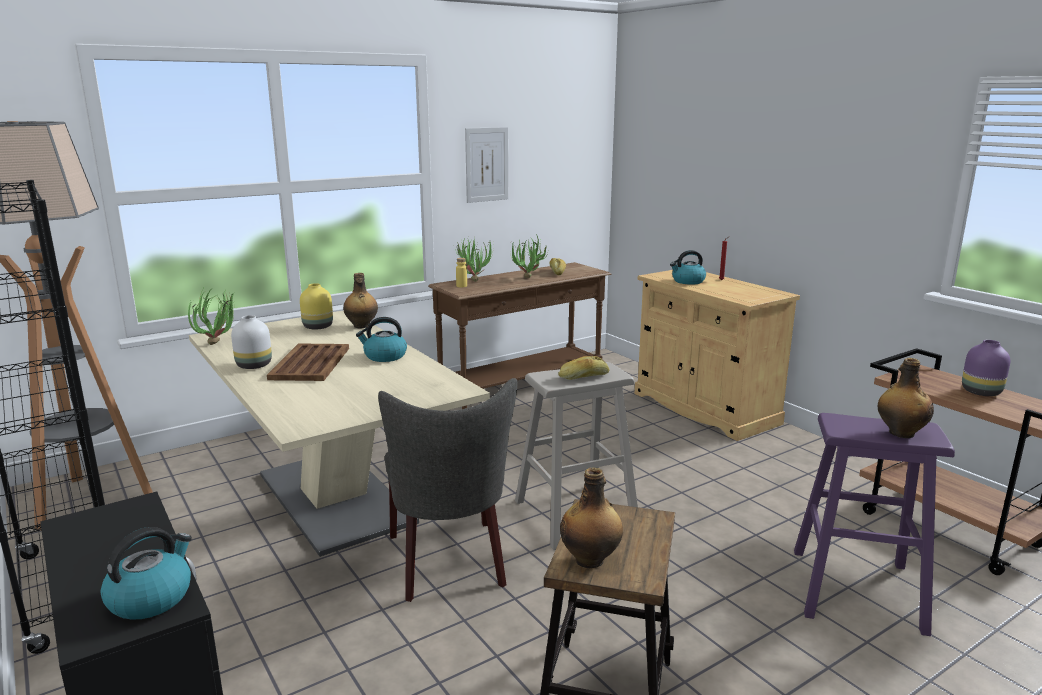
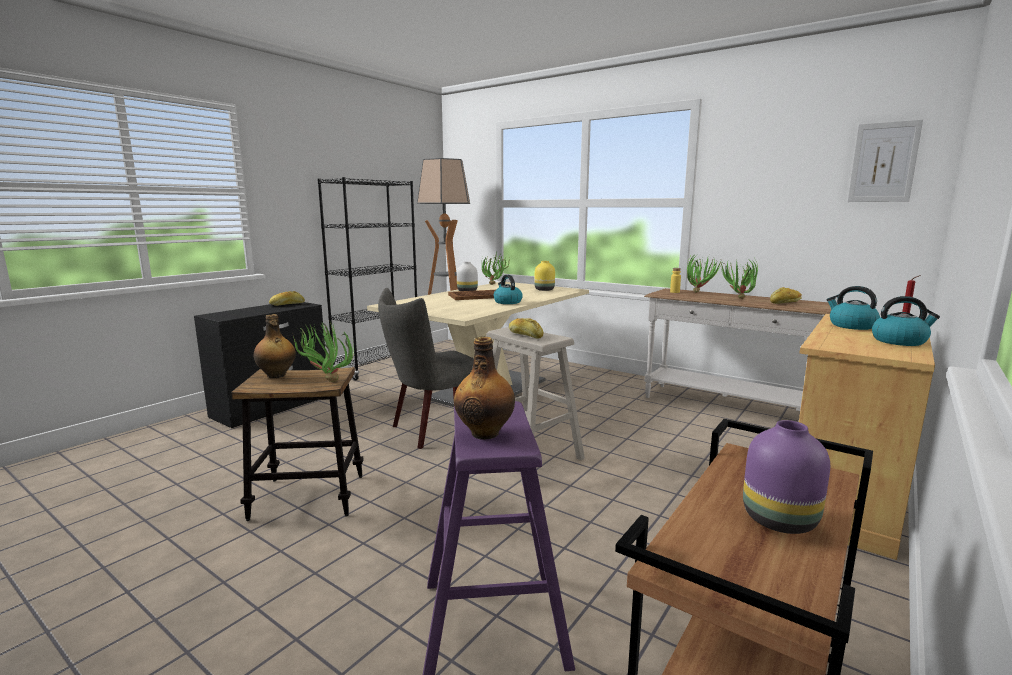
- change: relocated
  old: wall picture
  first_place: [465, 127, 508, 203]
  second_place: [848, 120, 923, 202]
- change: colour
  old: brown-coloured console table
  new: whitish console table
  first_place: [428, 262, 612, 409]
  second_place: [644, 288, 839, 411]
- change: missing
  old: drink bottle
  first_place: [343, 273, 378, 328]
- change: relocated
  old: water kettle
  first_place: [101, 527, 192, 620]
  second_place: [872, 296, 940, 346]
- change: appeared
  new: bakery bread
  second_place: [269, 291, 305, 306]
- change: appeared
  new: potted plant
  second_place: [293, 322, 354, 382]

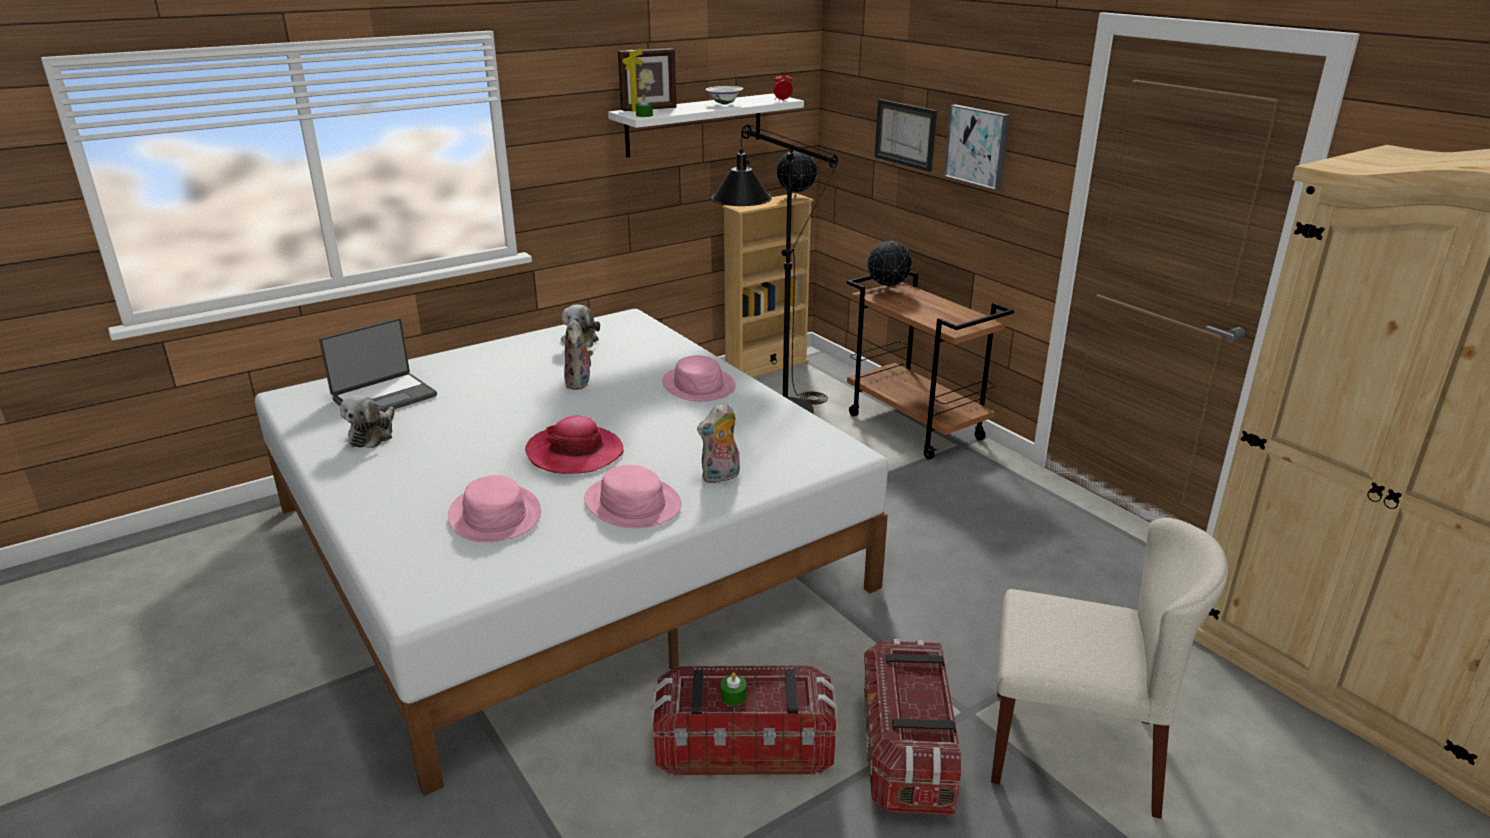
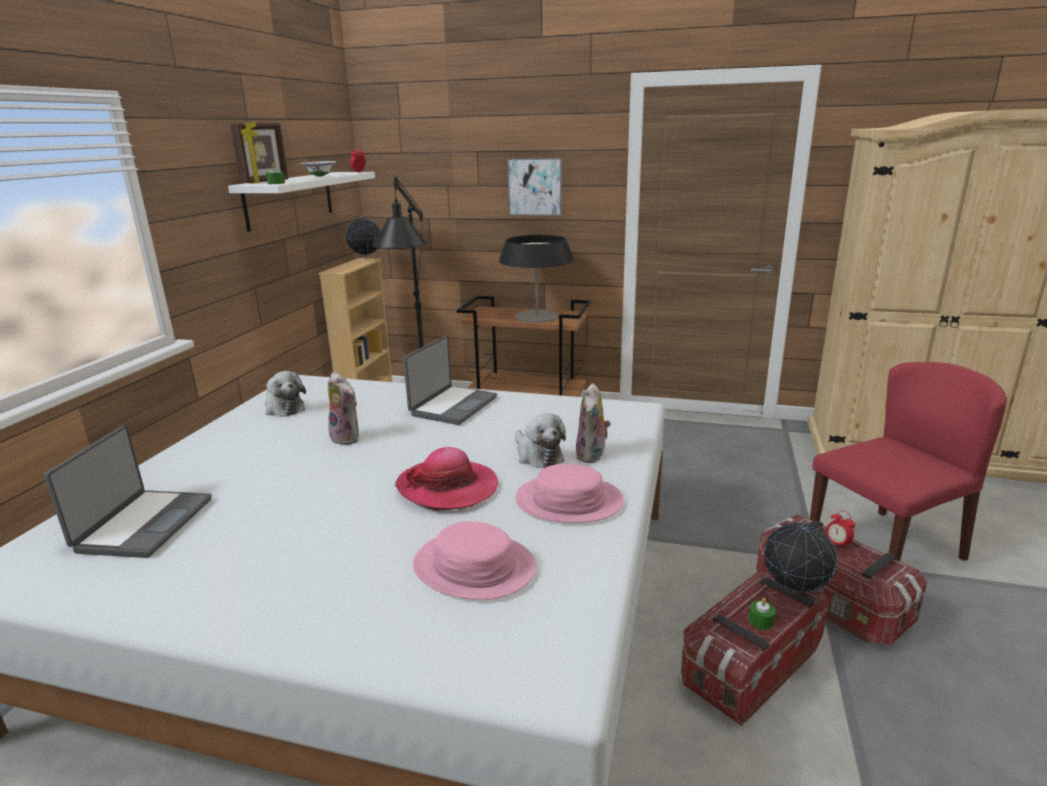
- change: missing
  old: wall picture
  first_place: [875, 99, 937, 172]
- change: relocated
  old: world globe
  first_place: [867, 236, 912, 291]
  second_place: [764, 520, 837, 594]
- change: exchanged
  old: pink wearable hat
  new: laptop
  first_place: [662, 355, 736, 401]
  second_place: [403, 336, 497, 425]
- change: relocated
  old: plush toy
  first_place: [340, 395, 395, 448]
  second_place: [515, 413, 566, 468]
- change: colour
  old: beige-coloured chair
  new: reddish chair
  first_place: [991, 518, 1228, 819]
  second_place: [810, 362, 1007, 561]
- change: appeared
  new: table lamp
  second_place: [499, 235, 573, 322]
- change: appeared
  new: alarm clock
  second_place: [826, 510, 855, 551]

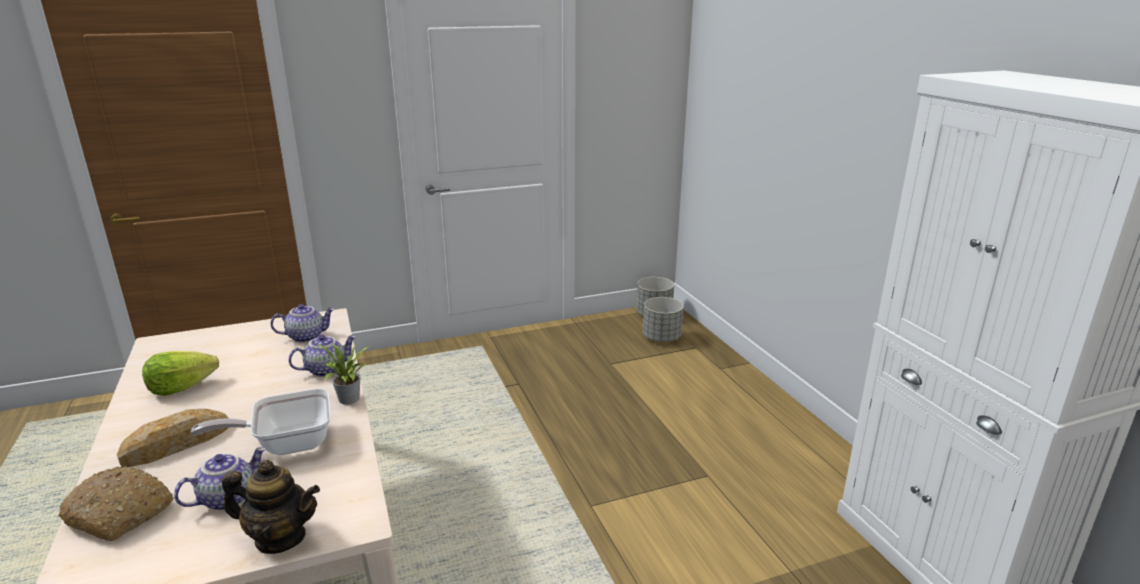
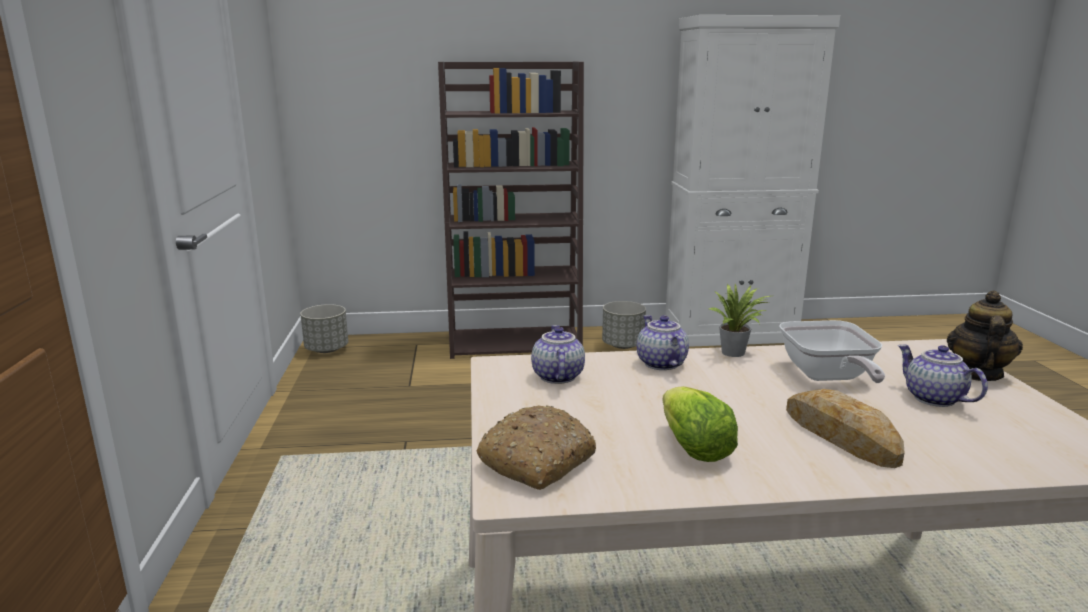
- change: relocated
  old: grey flower pot
  first_place: [643, 297, 684, 342]
  second_place: [602, 301, 646, 349]
- change: relocated
  old: bakery bread
  first_place: [59, 466, 174, 541]
  second_place: [476, 405, 596, 490]
- change: appeared
  new: brown-coloured bookcase
  second_place: [438, 62, 584, 359]

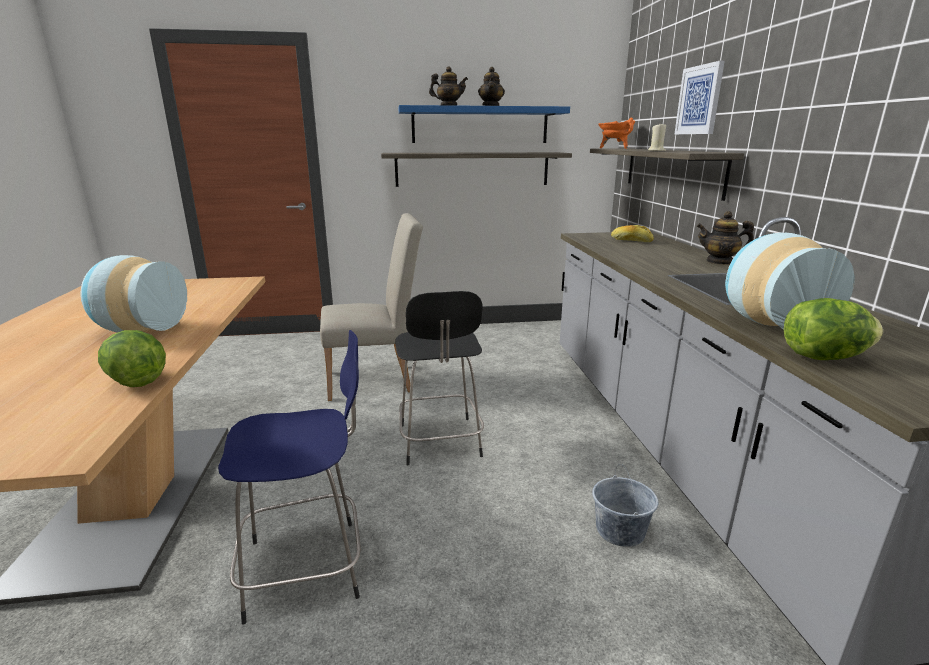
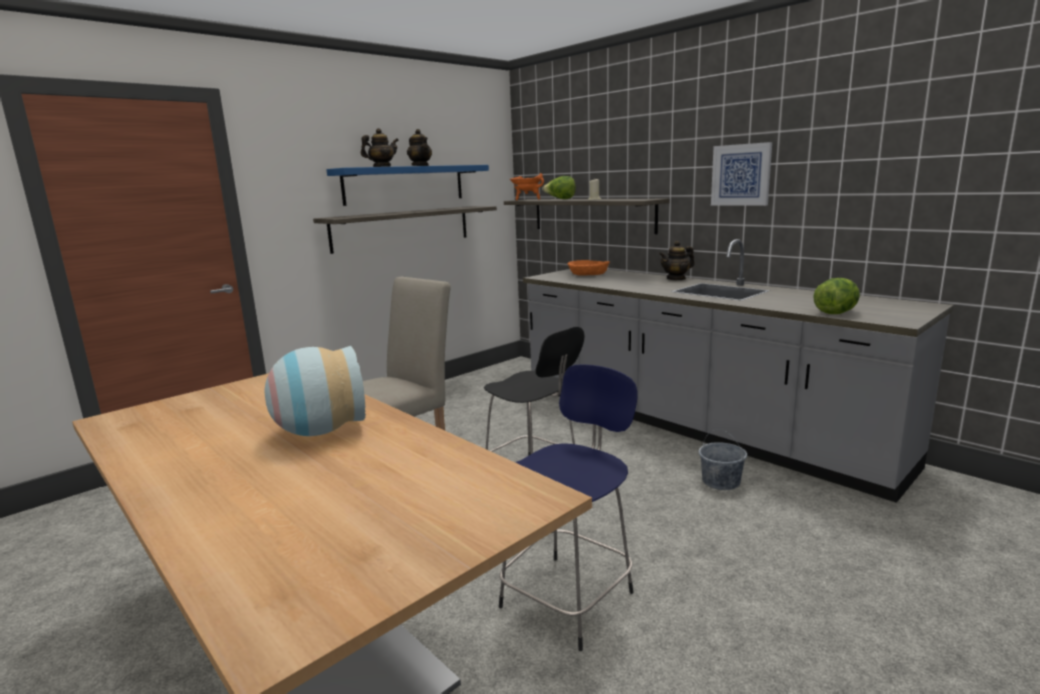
- change: relocated
  old: wall picture
  first_place: [675, 61, 725, 134]
  second_place: [711, 142, 772, 206]
- change: exchanged
  old: bakery bread
  new: orange serving bowl
  first_place: [611, 225, 654, 242]
  second_place: [568, 260, 610, 276]
- change: missing
  old: flower vase
  first_place: [725, 233, 855, 330]
- change: relocated
  old: lettuce
  first_place: [98, 330, 166, 387]
  second_place: [542, 176, 576, 199]

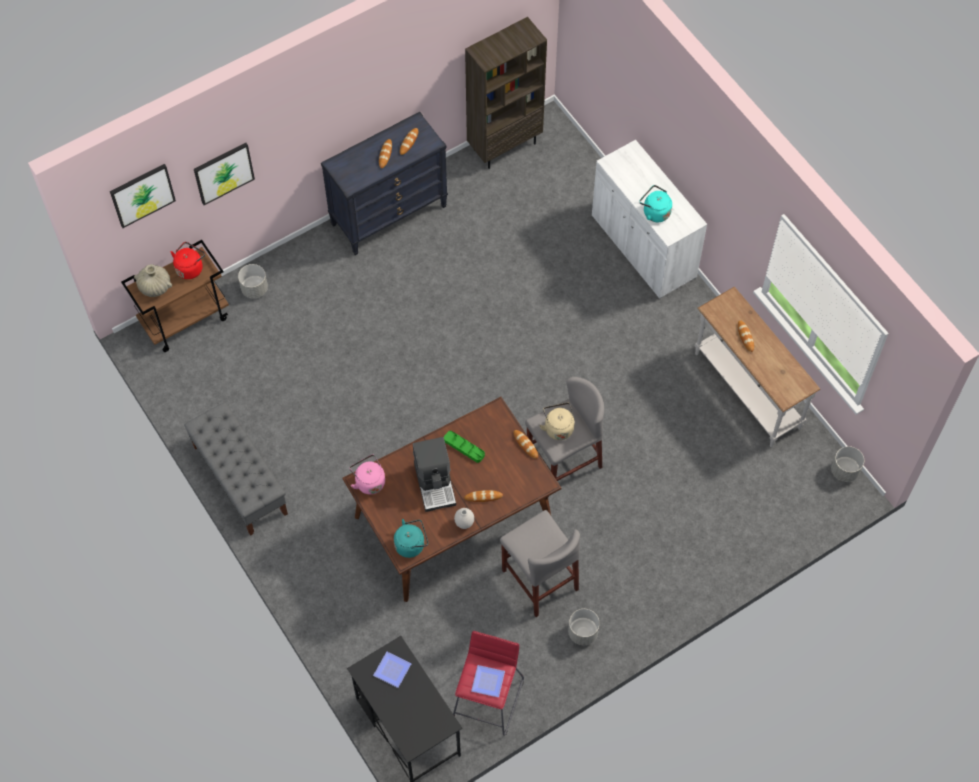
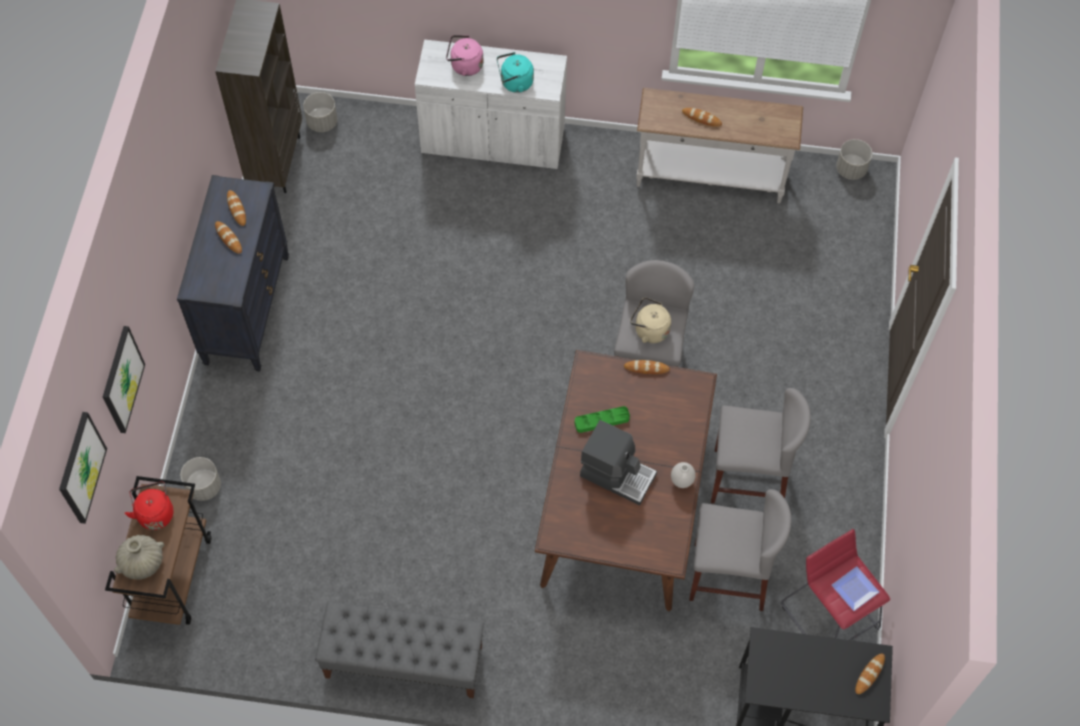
- change: relocated
  old: pink water kettle
  first_place: [350, 455, 385, 495]
  second_place: [446, 35, 483, 76]
- change: relocated
  old: bakery bread
  first_place: [464, 490, 503, 502]
  second_place: [855, 654, 885, 694]
- change: missing
  old: blue-green water kettle
  first_place: [394, 519, 428, 558]
- change: relocated
  old: grey flower pot
  first_place: [568, 609, 600, 645]
  second_place: [303, 92, 337, 132]
- change: missing
  old: flat dish
  first_place: [373, 652, 411, 688]
- change: appeared
  new: grey stool seat
  second_place: [689, 489, 792, 611]

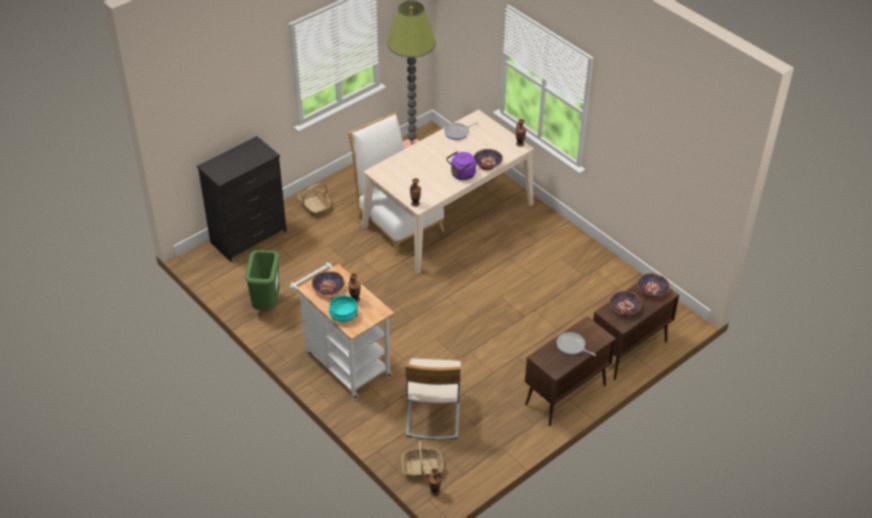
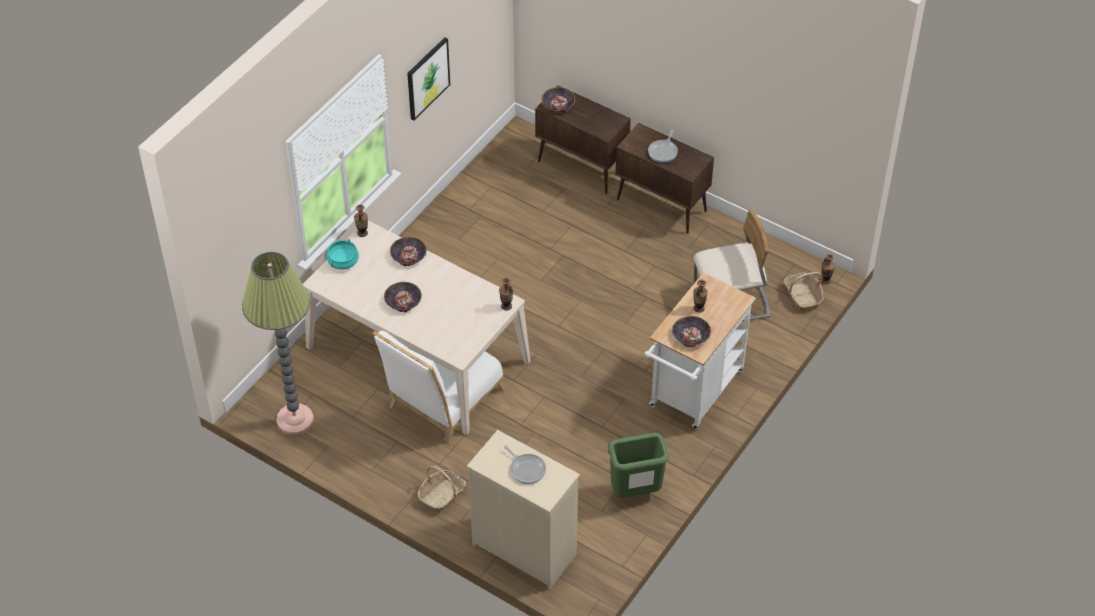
- change: relocated
  old: frying pan
  first_place: [444, 123, 479, 140]
  second_place: [504, 445, 546, 484]
- change: colour
  old: black chest of drawers
  new: beige-coloured chest of drawers
  first_place: [197, 136, 287, 262]
  second_place: [467, 430, 580, 590]
- change: missing
  old: purple water kettle
  first_place: [446, 151, 476, 180]
- change: relocated
  old: serving bowl
  first_place: [609, 291, 642, 317]
  second_place: [384, 282, 422, 312]
- change: relocated
  old: blue-green stockpot
  first_place: [329, 296, 358, 322]
  second_place: [327, 239, 359, 270]
- change: appeared
  new: wall picture
  second_place: [407, 38, 450, 120]

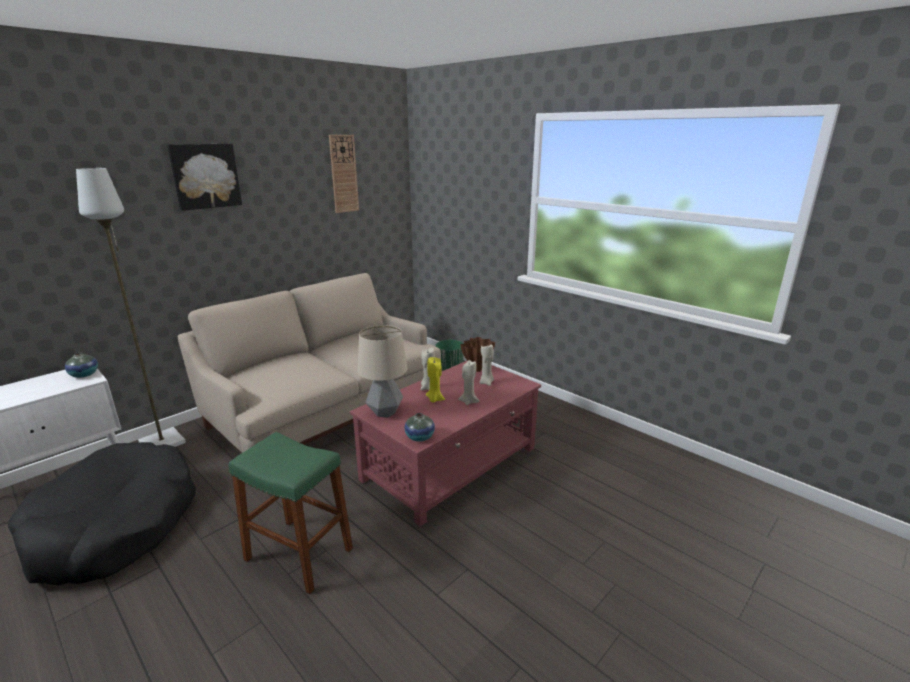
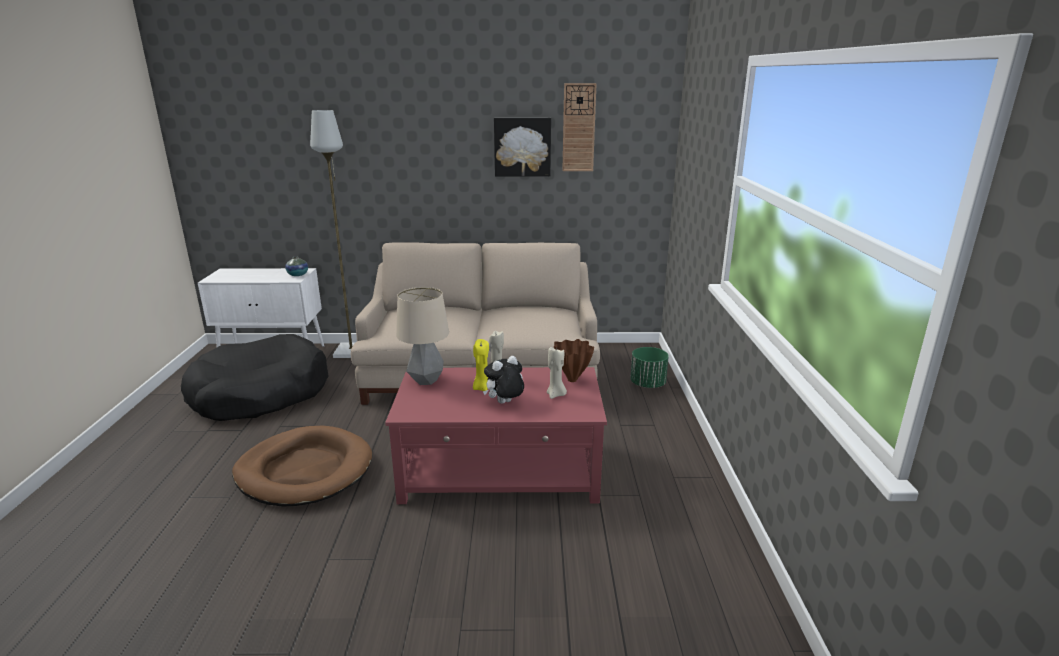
- change: relocated
  old: wall picture
  first_place: [167, 144, 242, 211]
  second_place: [494, 118, 551, 176]
- change: exchanged
  old: beige-coloured candle
  new: plush toy
  first_place: [458, 360, 480, 405]
  second_place: [483, 356, 524, 404]
- change: missing
  old: flower vase
  first_place: [405, 413, 435, 442]
- change: exchanged
  old: green stool seat
  new: brown-coloured pet bed
  first_place: [229, 432, 353, 594]
  second_place: [232, 426, 372, 507]

